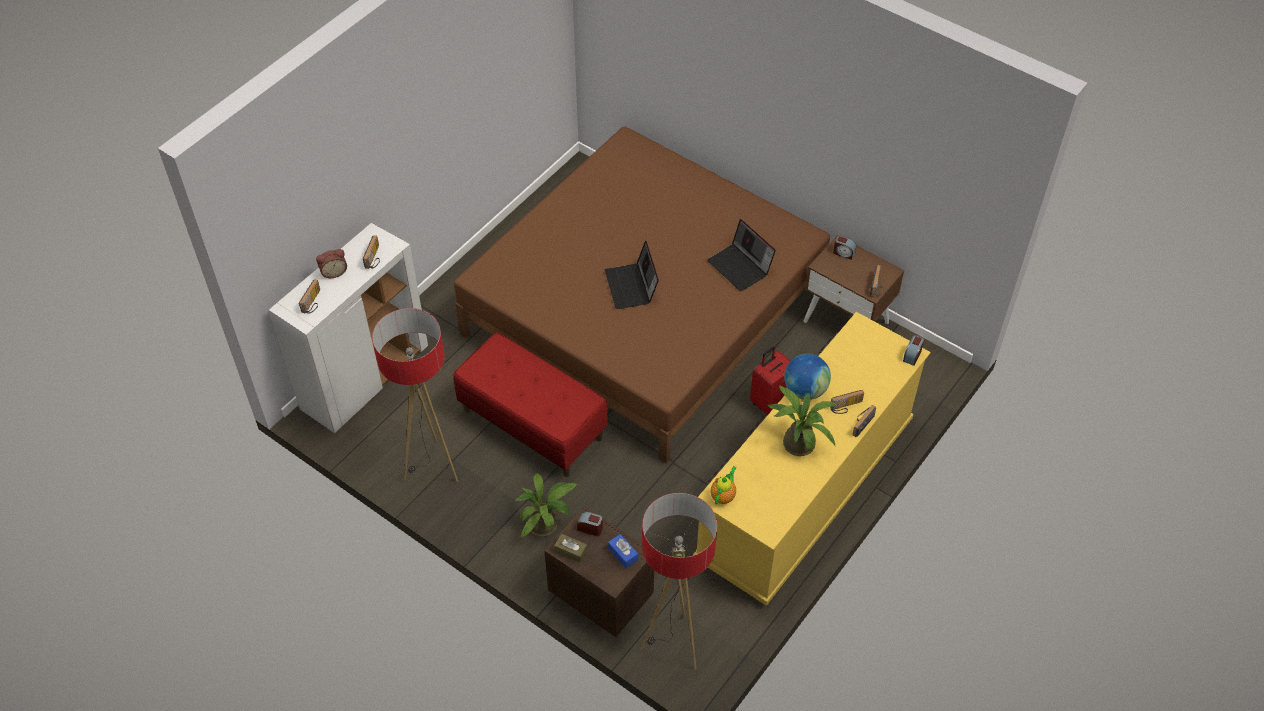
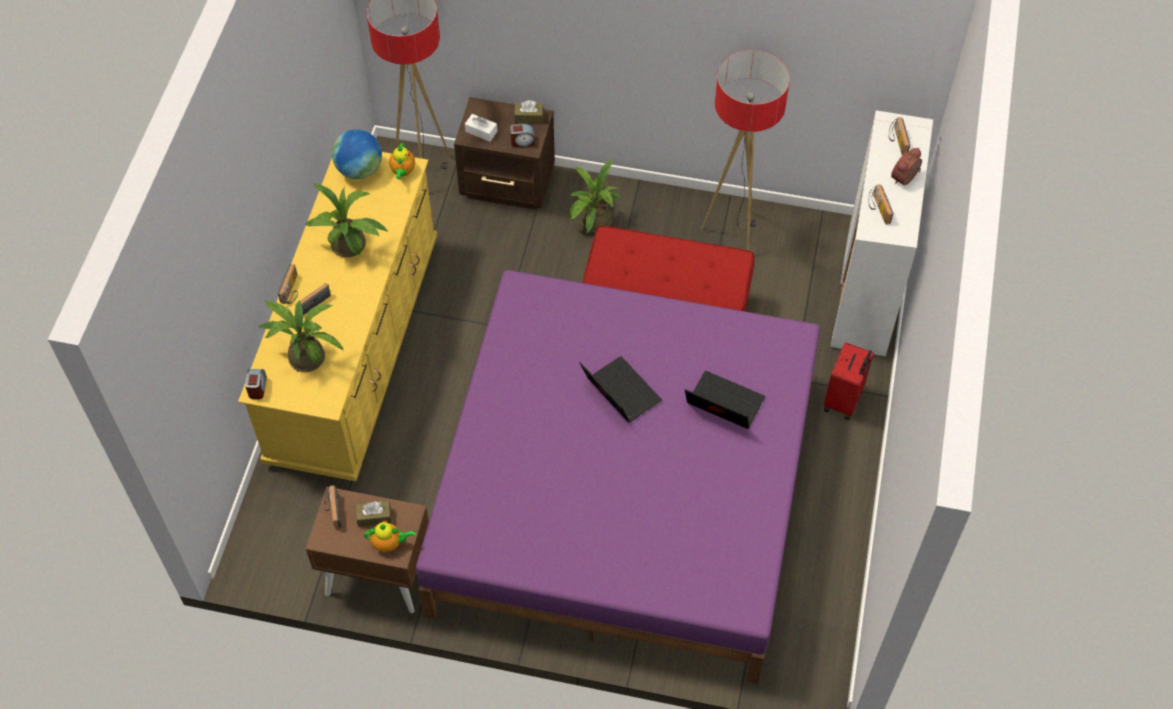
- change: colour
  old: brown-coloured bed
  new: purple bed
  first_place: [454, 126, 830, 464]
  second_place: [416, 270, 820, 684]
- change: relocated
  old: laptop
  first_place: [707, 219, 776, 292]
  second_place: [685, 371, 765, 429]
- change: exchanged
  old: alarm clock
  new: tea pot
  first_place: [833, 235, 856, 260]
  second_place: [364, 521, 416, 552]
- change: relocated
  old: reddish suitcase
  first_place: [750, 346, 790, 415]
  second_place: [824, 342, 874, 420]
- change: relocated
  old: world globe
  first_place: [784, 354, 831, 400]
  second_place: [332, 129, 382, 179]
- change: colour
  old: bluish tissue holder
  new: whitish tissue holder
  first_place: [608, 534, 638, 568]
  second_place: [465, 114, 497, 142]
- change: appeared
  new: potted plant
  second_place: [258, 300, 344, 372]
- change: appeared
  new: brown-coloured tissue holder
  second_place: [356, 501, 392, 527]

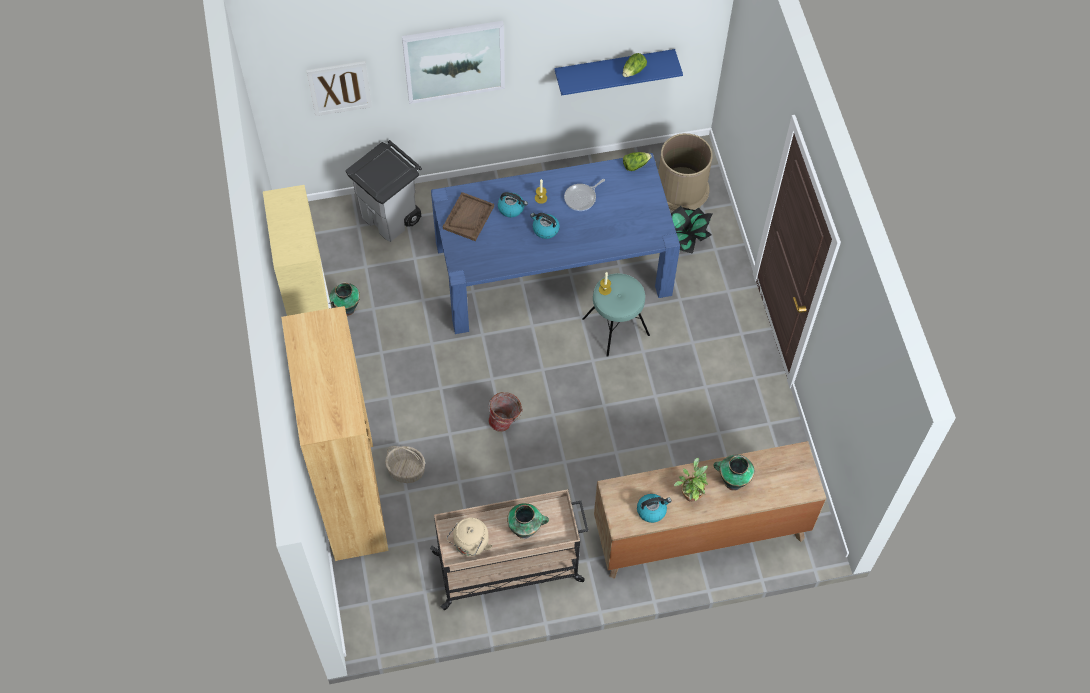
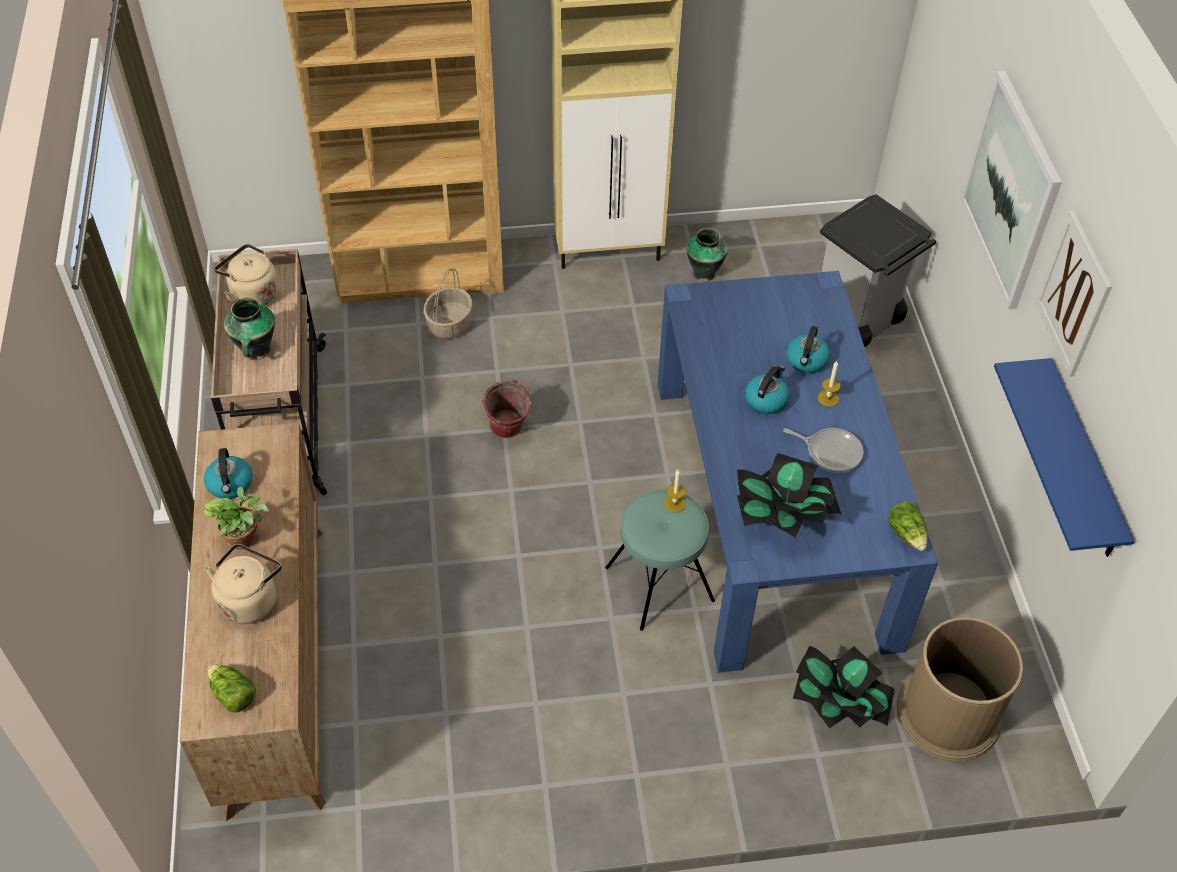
- change: relocated
  old: lettuce
  first_place: [623, 53, 647, 77]
  second_place: [208, 664, 256, 713]
- change: relocated
  old: wall picture
  first_place: [307, 61, 372, 116]
  second_place: [1035, 211, 1112, 377]
- change: spun
  old: frying pan
  first_place: [564, 179, 605, 211]
  second_place: [783, 428, 863, 473]
  degrees: 150
- change: missing
  old: brown-coloured serving tray
  first_place: [443, 192, 494, 241]
- change: exchanged
  old: flower vase
  new: beige-coloured water kettle
  first_place: [713, 455, 754, 491]
  second_place: [205, 544, 282, 624]
- change: appeared
  new: potted plant
  second_place: [737, 453, 842, 537]

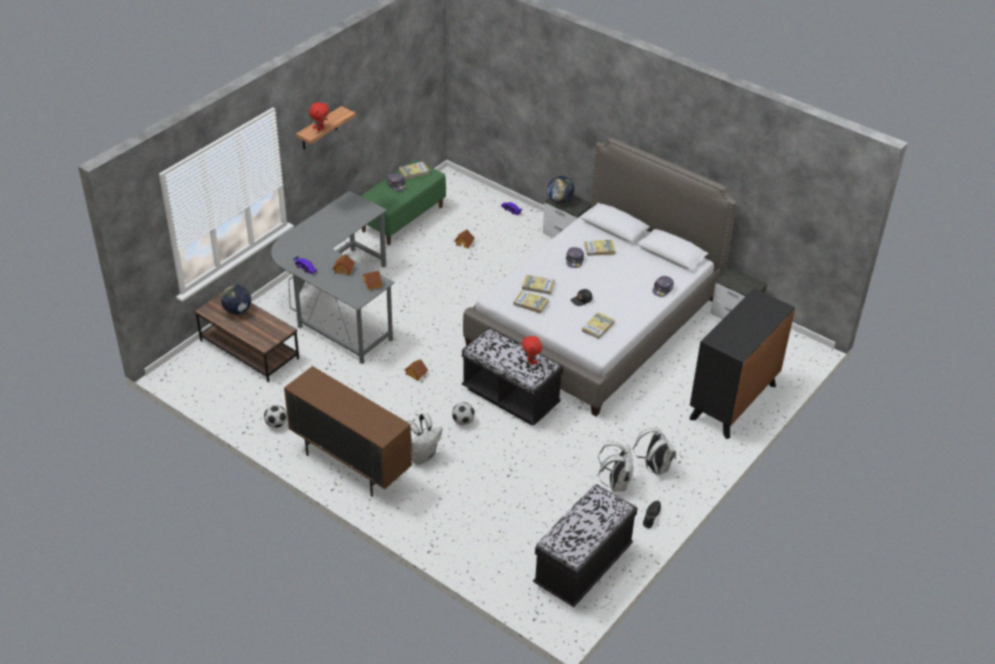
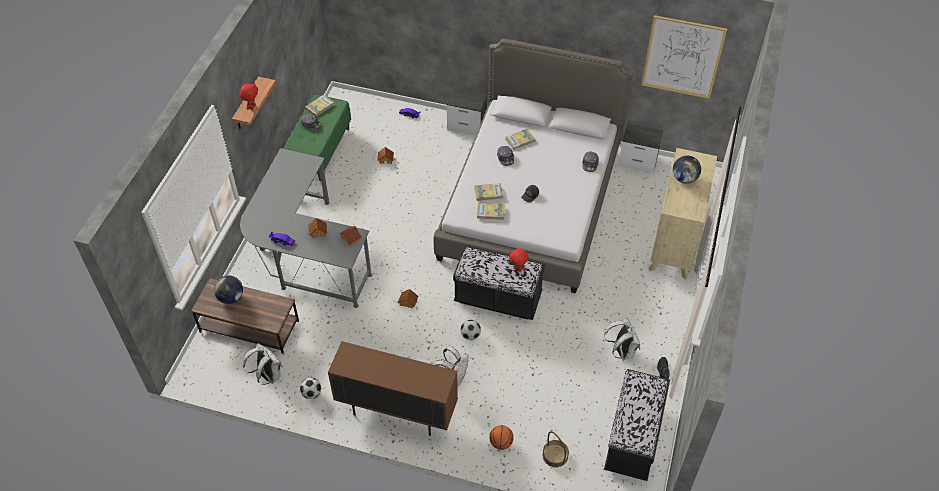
- change: relocated
  old: world globe
  first_place: [547, 176, 574, 203]
  second_place: [673, 156, 701, 184]
- change: colour
  old: black chest of drawers
  new: beige-coloured chest of drawers
  first_place: [690, 288, 795, 439]
  second_place: [648, 148, 717, 280]
- change: missing
  old: volume
  first_place: [582, 312, 615, 339]
- change: relocated
  old: whitish knapsack
  first_place: [633, 427, 676, 476]
  second_place: [243, 343, 283, 385]
- change: appeared
  new: wall picture
  second_place: [641, 15, 727, 99]
- change: appeared
  new: basketball
  second_place: [489, 425, 514, 450]
- change: appeared
  new: storage basket
  second_place: [543, 431, 569, 467]

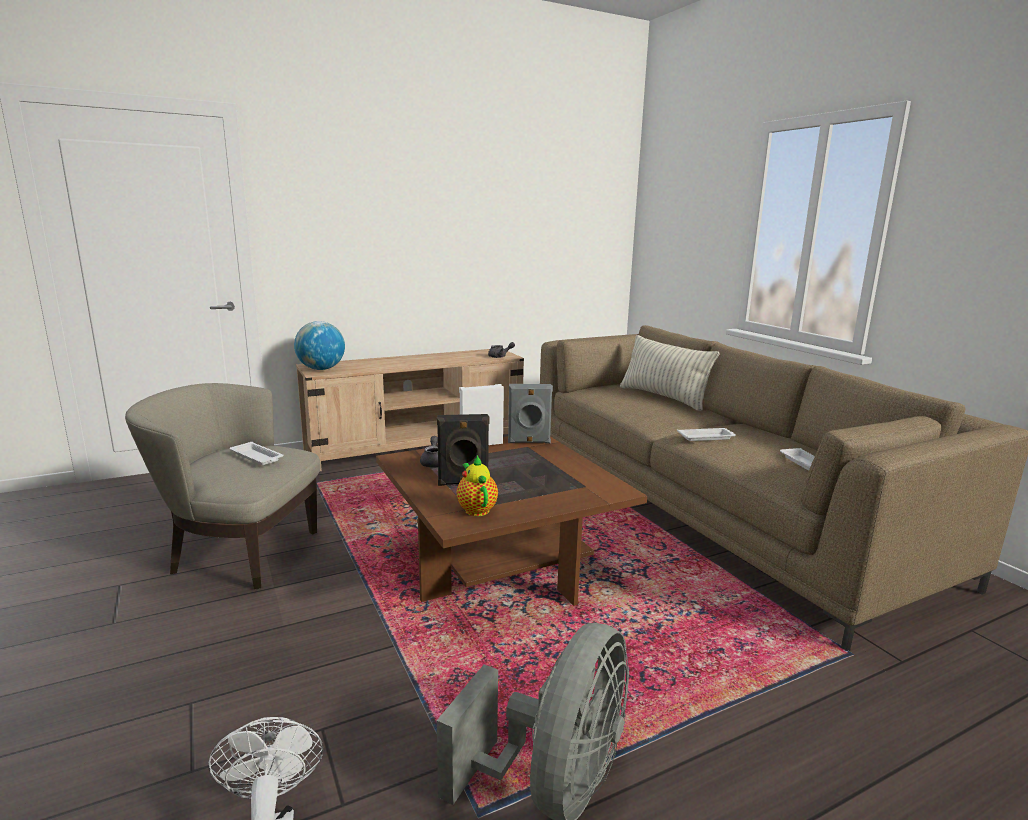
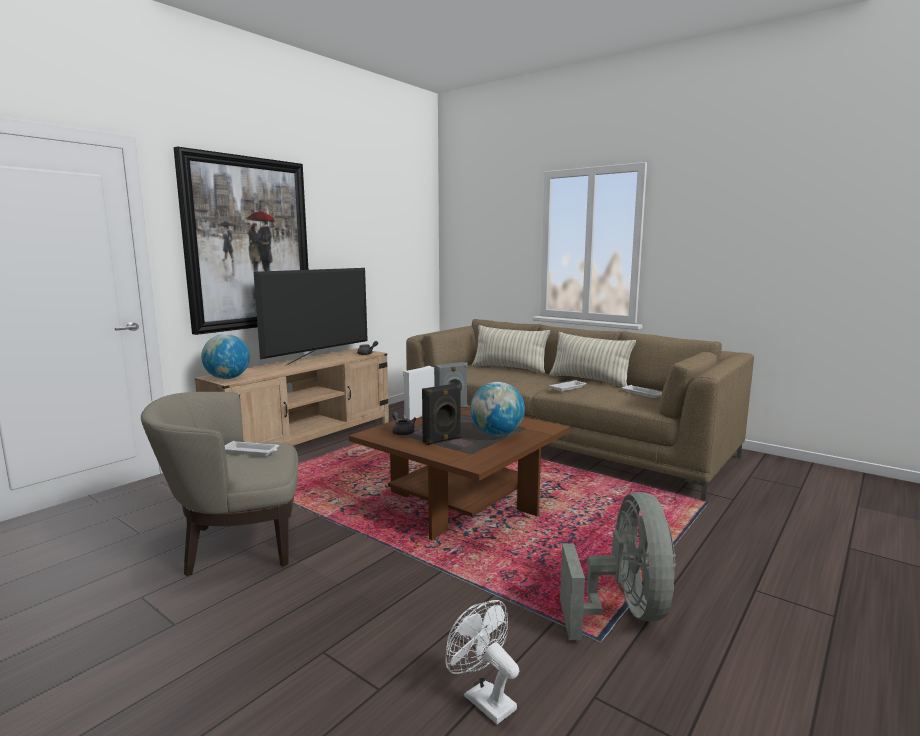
- change: missing
  old: tea pot
  first_place: [457, 455, 498, 516]
- change: appeared
  new: wall picture
  second_place: [173, 146, 308, 335]
- change: appeared
  new: TV set
  second_place: [254, 268, 368, 366]
- change: appeared
  new: pillow
  second_place: [549, 332, 636, 388]
- change: appeared
  new: world globe
  second_place: [470, 382, 525, 436]

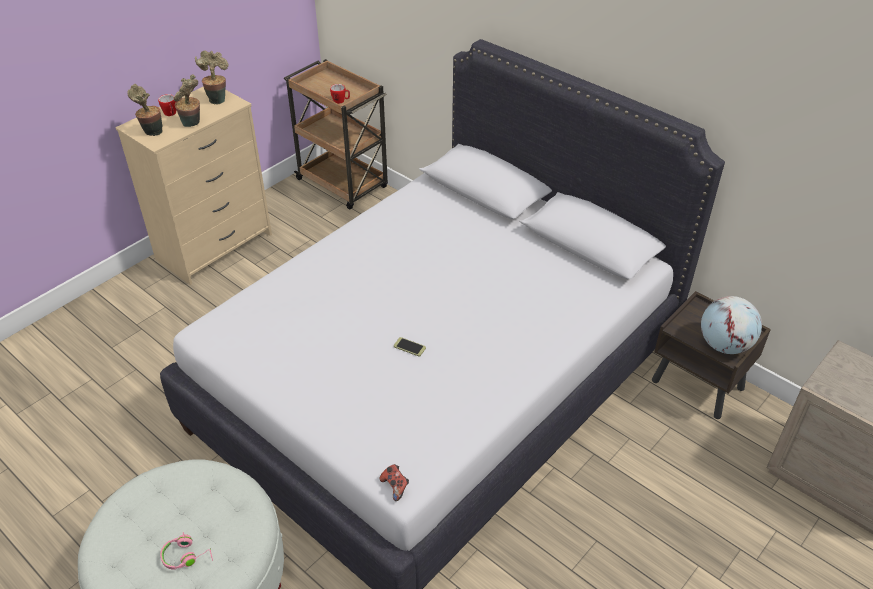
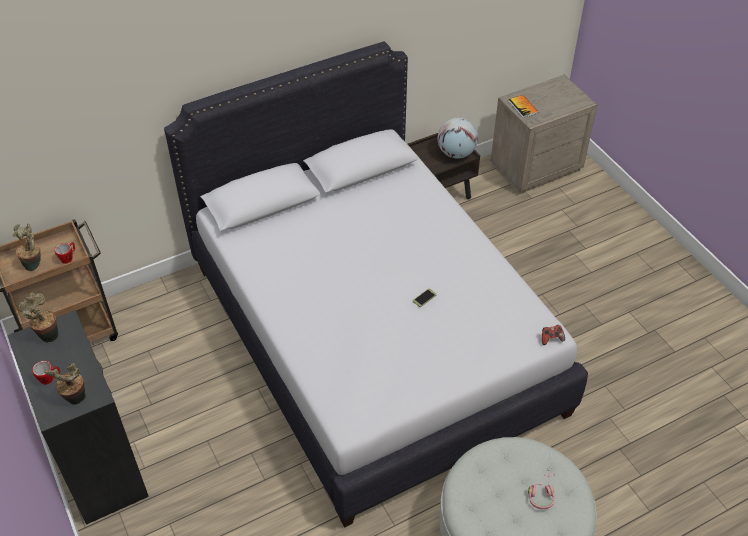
- change: relocated
  old: potted plant
  first_place: [174, 75, 200, 127]
  second_place: [12, 223, 41, 271]
- change: colour
  old: beige-coloured chest of drawers
  new: black chest of drawers
  first_place: [115, 86, 272, 285]
  second_place: [7, 310, 149, 525]
- change: appeared
  new: volume
  second_place: [509, 95, 538, 118]

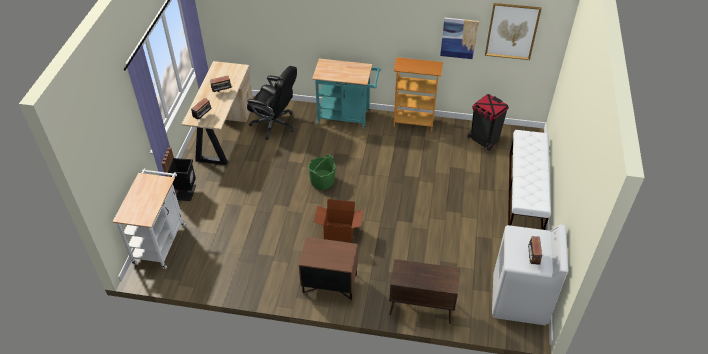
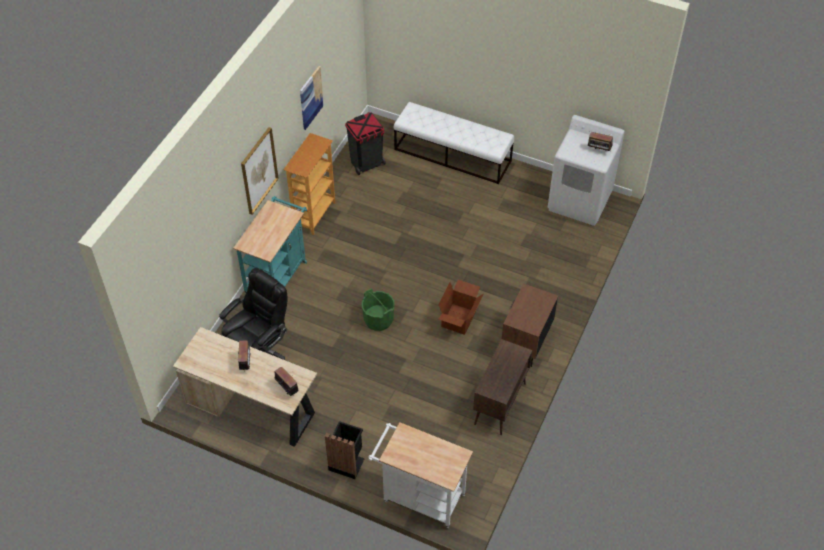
- change: relocated
  old: wall picture
  first_place: [485, 3, 542, 60]
  second_place: [241, 127, 279, 215]
- change: relocated
  old: brown-coloured cabinet
  first_place: [389, 259, 460, 324]
  second_place: [473, 339, 532, 435]

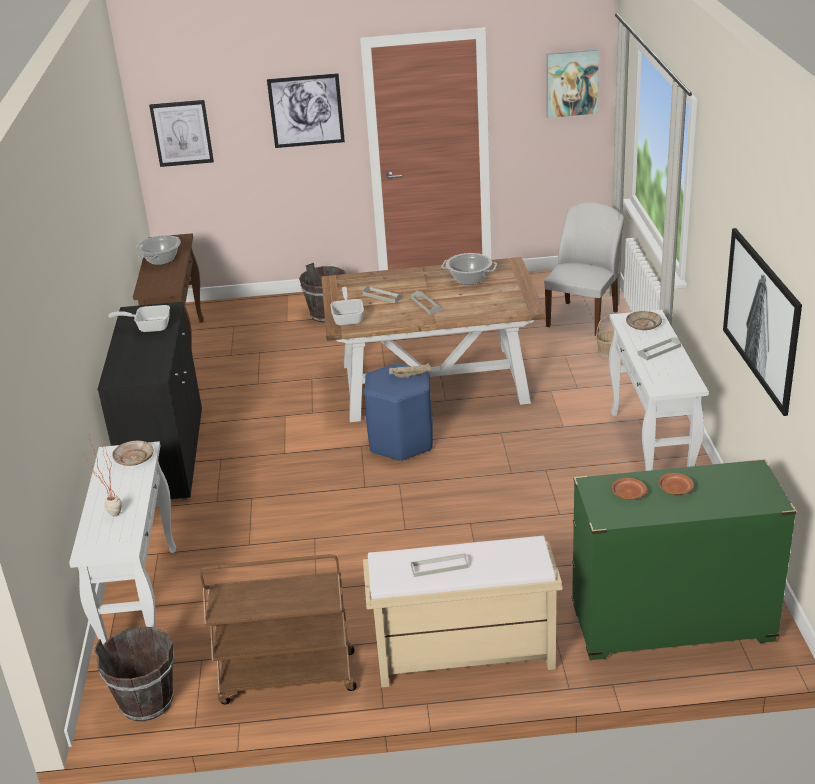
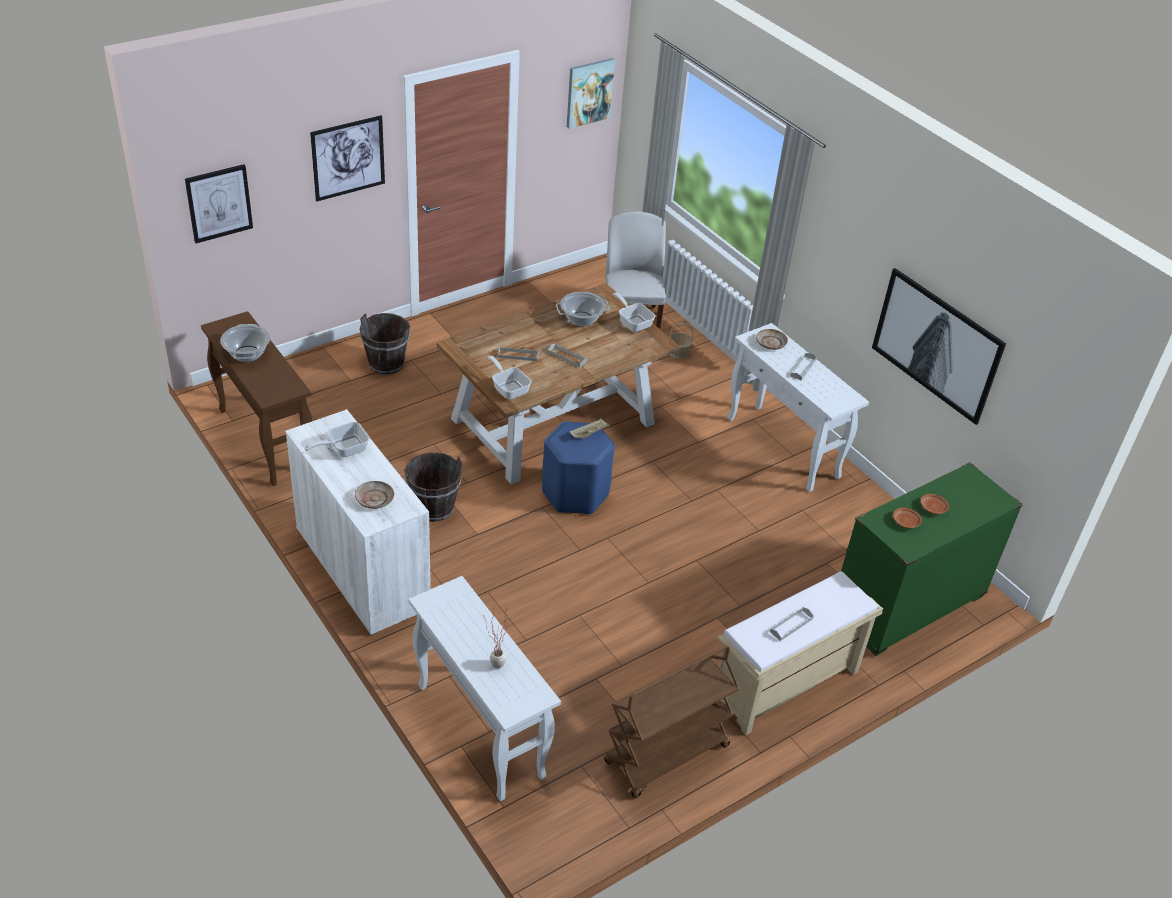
- change: colour
  old: black cabinet
  new: whitish cabinet
  first_place: [97, 302, 202, 500]
  second_place: [285, 409, 431, 636]
- change: relocated
  old: beige-coloured flat dish
  first_place: [112, 441, 154, 466]
  second_place: [355, 481, 394, 509]
- change: relocated
  old: brown-coloured bucket
  first_place: [94, 627, 175, 721]
  second_place: [404, 452, 463, 522]
- change: appeared
  new: frying pan
  second_place: [613, 292, 656, 332]

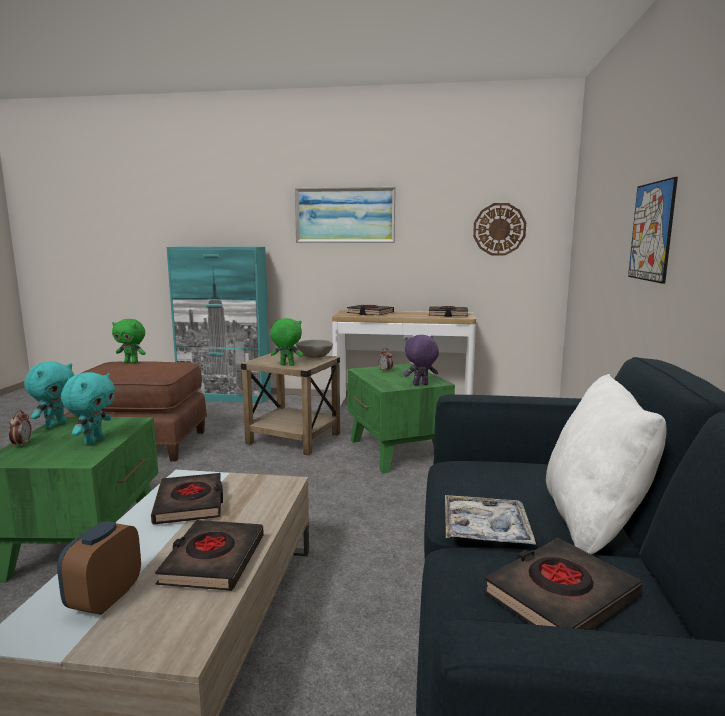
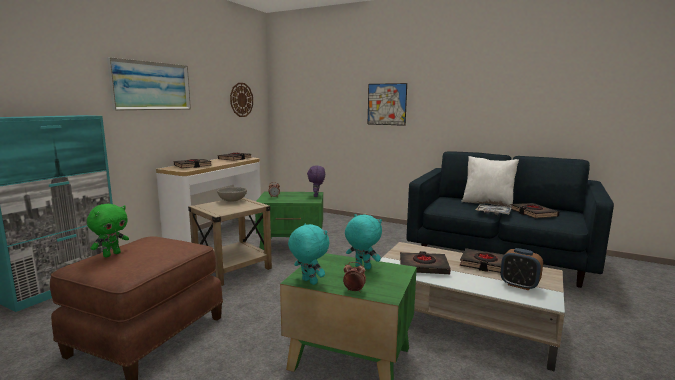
- change: missing
  old: green plush toy
  first_place: [270, 318, 303, 366]

